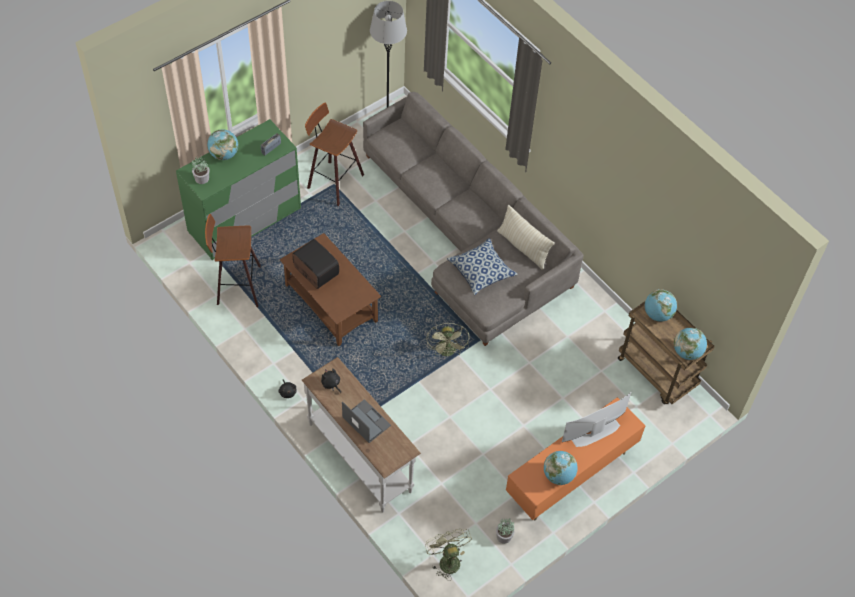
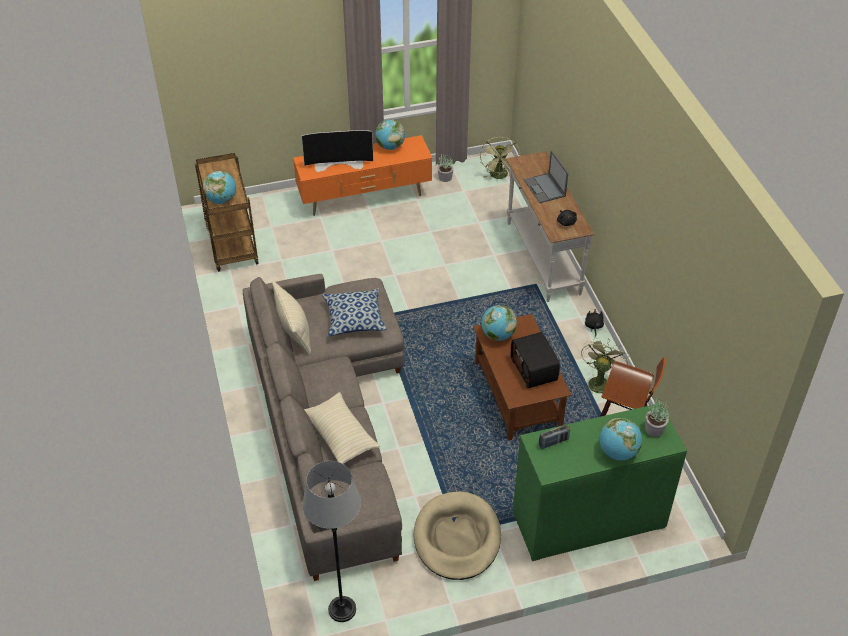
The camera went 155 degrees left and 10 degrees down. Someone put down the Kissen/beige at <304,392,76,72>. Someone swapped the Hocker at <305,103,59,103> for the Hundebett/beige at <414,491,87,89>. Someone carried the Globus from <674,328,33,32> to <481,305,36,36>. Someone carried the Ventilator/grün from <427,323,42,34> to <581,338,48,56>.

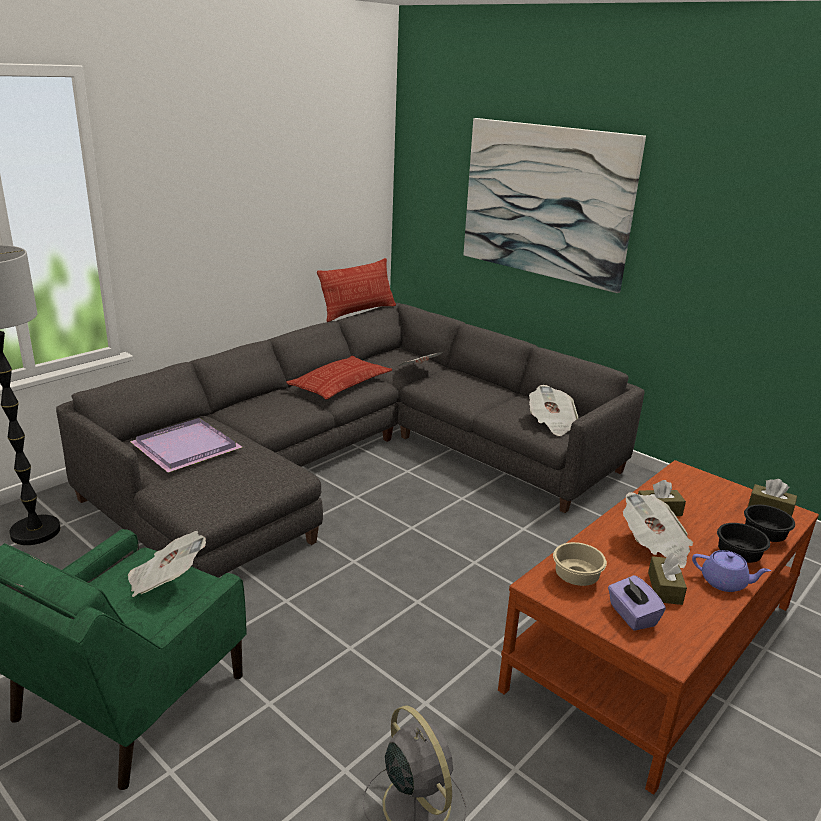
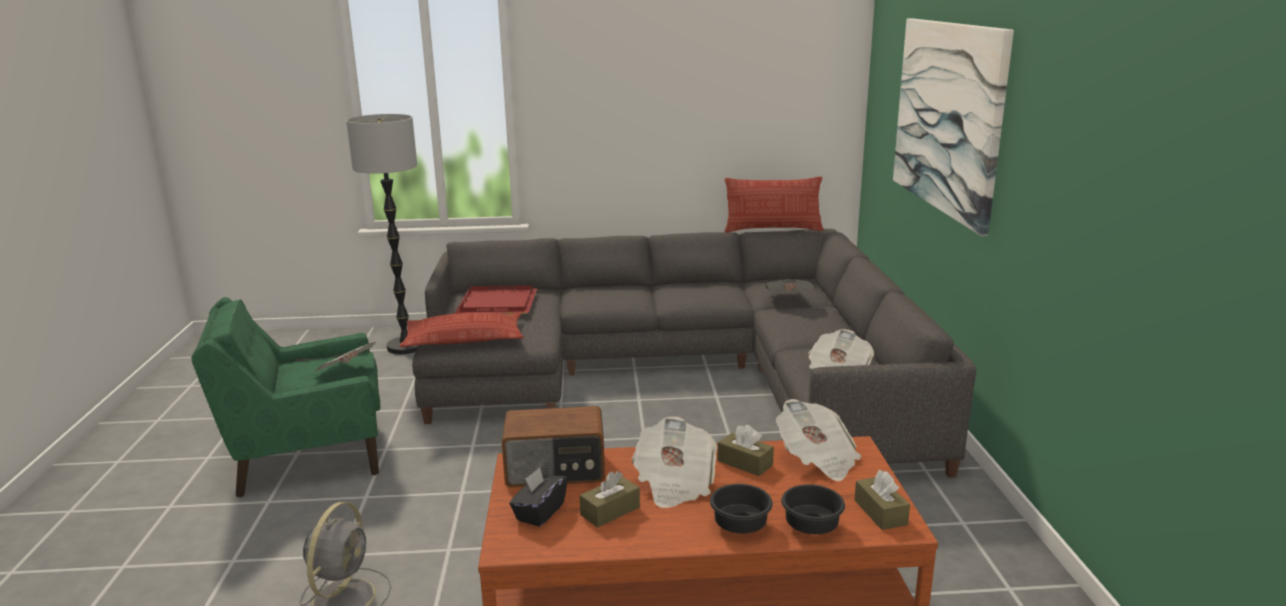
The camera went 45 degrees right and 5 degrees down. Someone carried the Kissen from <286,356,106,44> to <400,313,124,34>. Someone repainted the Tablett/lila at <130,418,112,55>, which became the Tablett/rot at <455,286,82,28>. Someone swapped the Schüssel/beige at <553,542,54,44> for the Radio at <502,406,103,81>. Someone repainted the Taschentuchbox/lila at <608,575,58,56>, which became the Taschentuchbox/schwarz at <509,467,58,60>. Someone put down the Zeitung at <776,399,85,82>. Someone took away the Teekanne/lila at <692,550,79,42>.

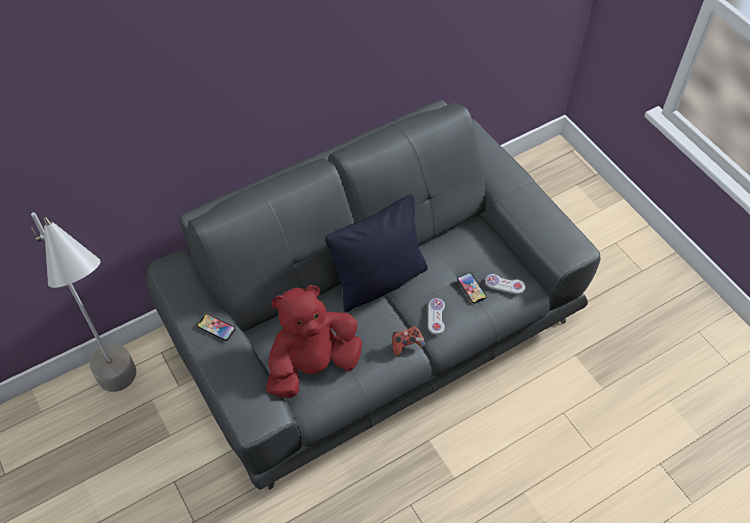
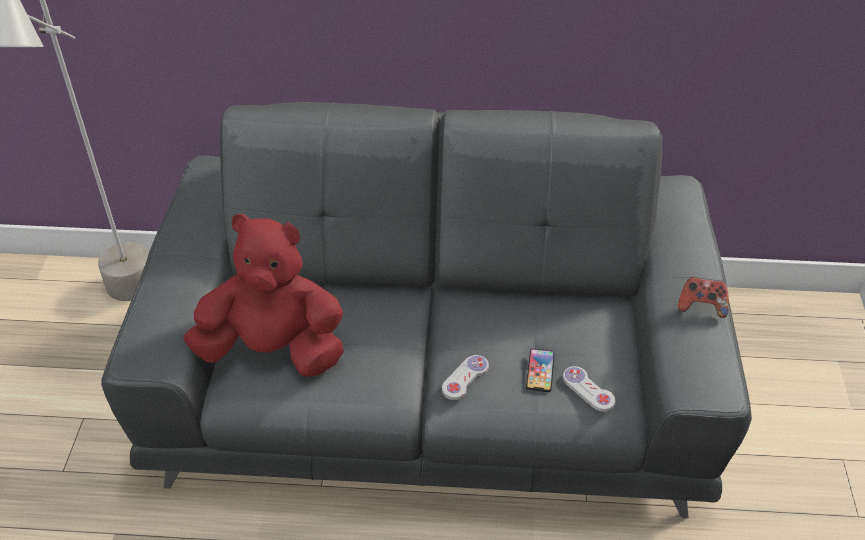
The camera went 35 degrees right and 10 degrees down. Someone carried the Gamepad from <392,326,33,30> to <678,277,51,41>. Someone took away the Handy at <197,314,39,27>. Someone took away the Kissen/schwarz at <325,195,103,117>.

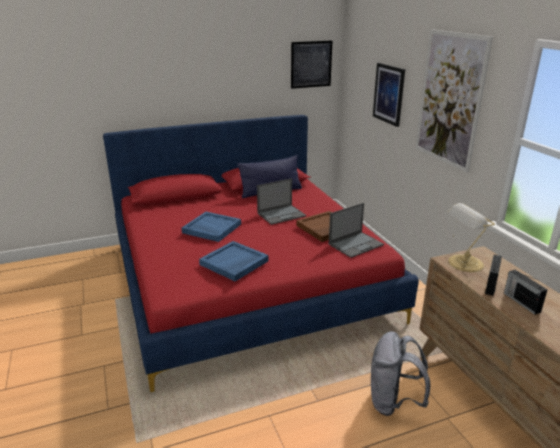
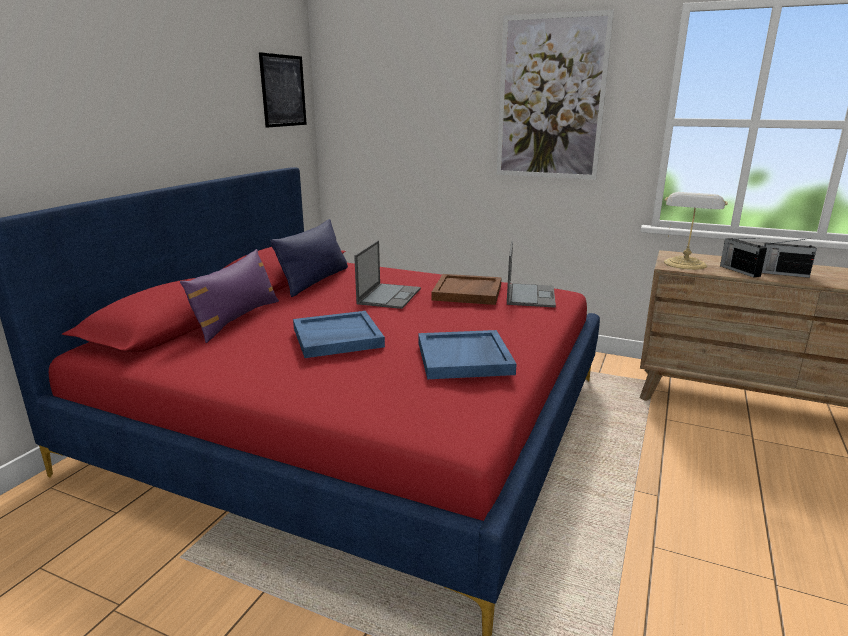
The camera went 45 degrees left and 5 degrees down. Someone put down the Kissen/lila at <180,249,99,94>. Someone took away the Rucksack/grau at <371,331,60,85>. Someone took away the Bild at <373,63,32,64>.

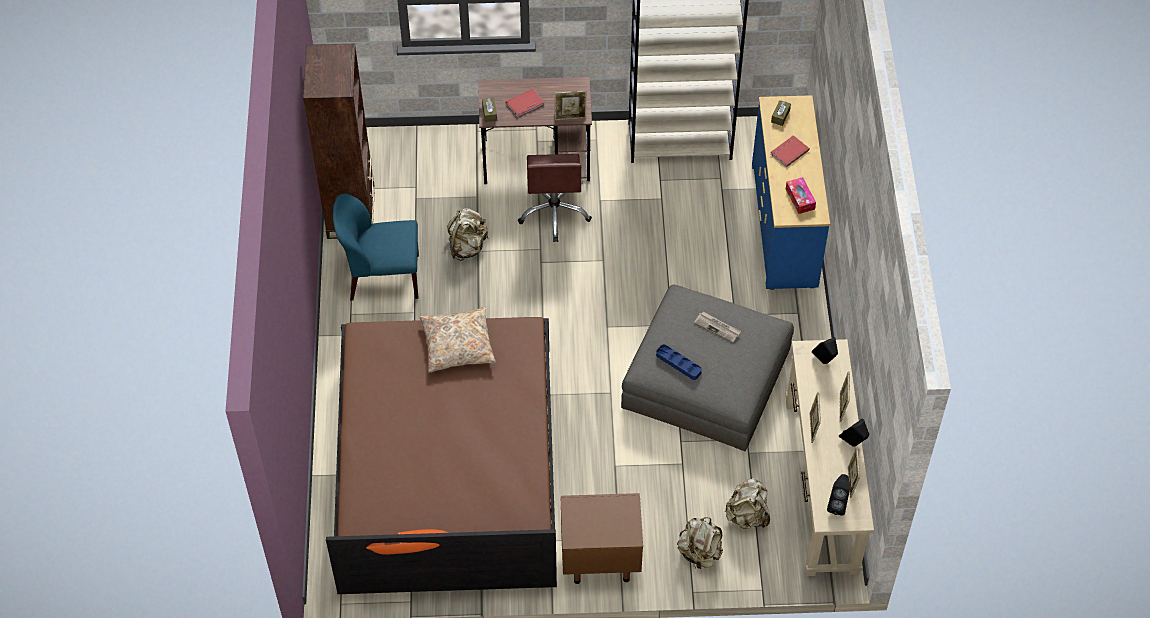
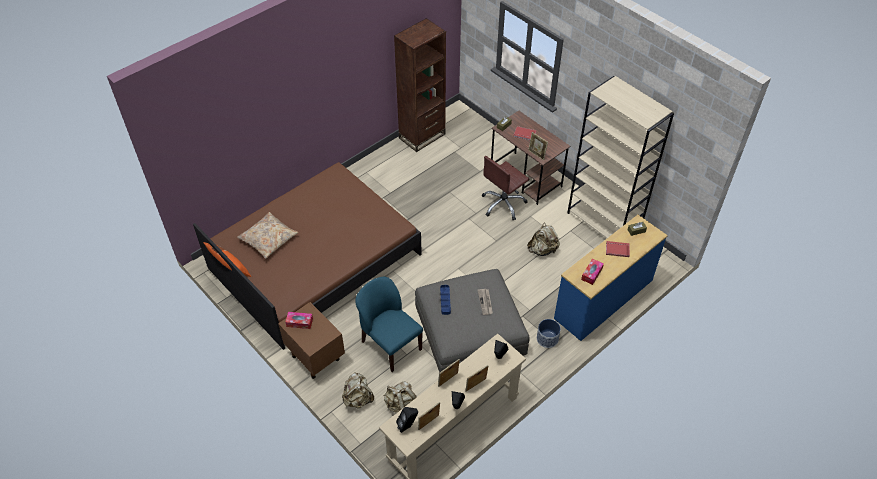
The camera went 50 degrees right and 5 degrees down. Someone carried the Kissen/beige from <419,306,77,67> to <237,212,62,47>. Someone put down the Taschentuchbox at <285,312,28,17>. Someone carried the Stuhl/blau from <333,193,86,107> to <355,277,68,95>. Someone carried the Rucksack/beige from <447,208,41,53> to <527,223,33,33>. Someone put down the Pflanzkübel at <537,319,24,29>.

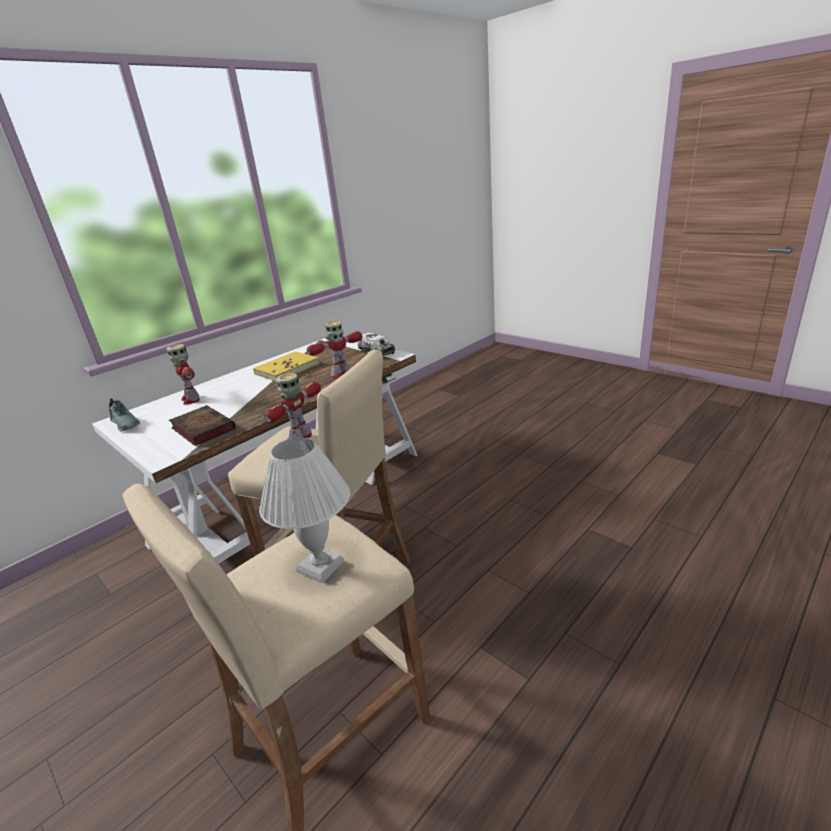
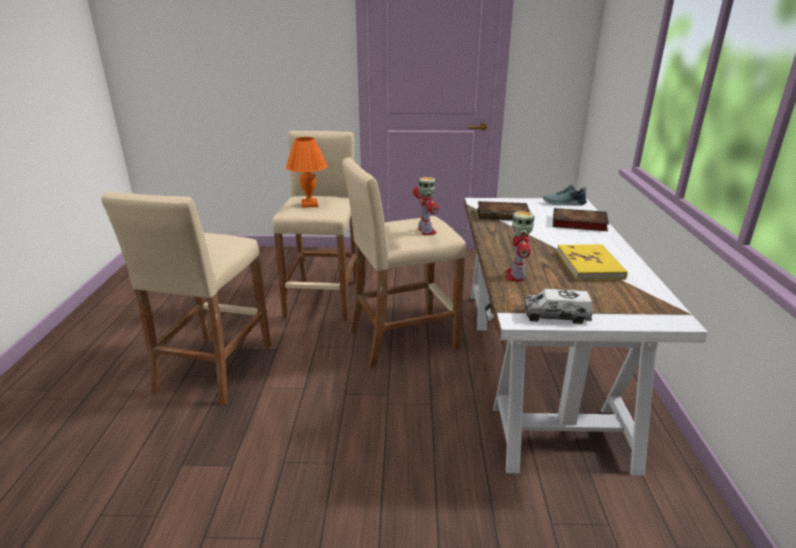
The camera went 135 degrees right and 0 degrees up. Someone put down the Hocker/beige at <101,191,170,215>. Someone repainted the Tischlampe/weiß at <259,437,91,146>, which became the Tischlampe/orange at <286,137,41,71>. Someone swapped the Spielzeugroboter at <166,344,34,61> for the Buch at <553,208,56,23>.

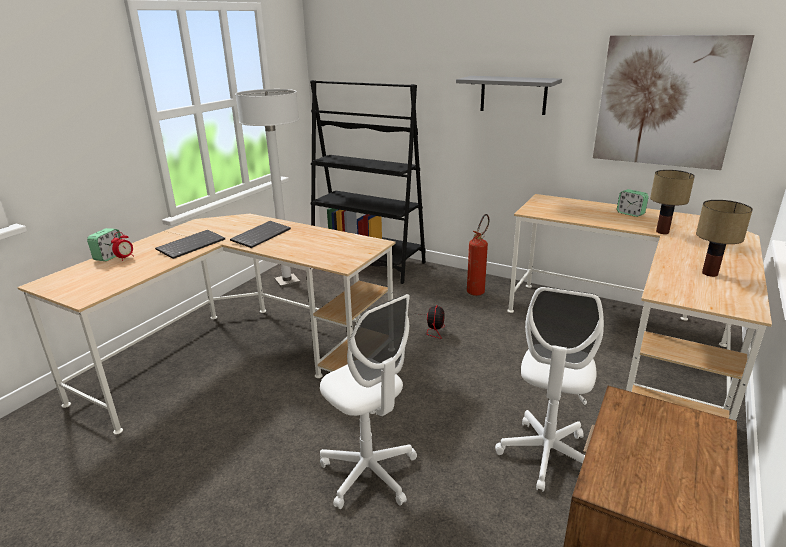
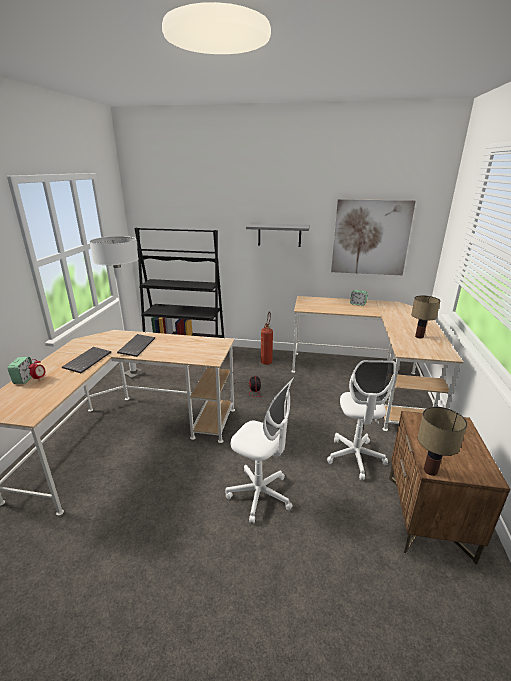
The camera went 20 degrees left and 0 degrees up. Someone carried the Tischlampe from <650,170,45,64> to <418,407,49,69>.

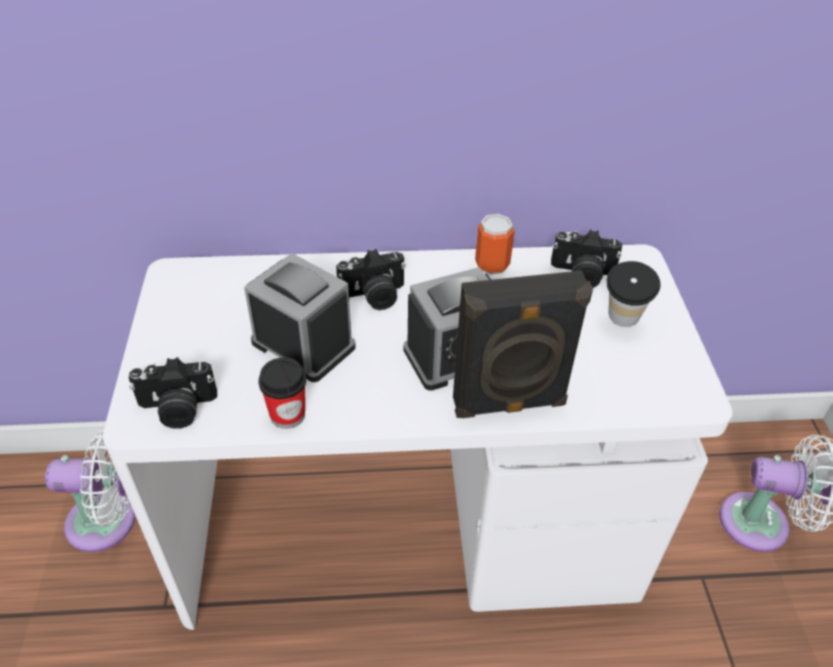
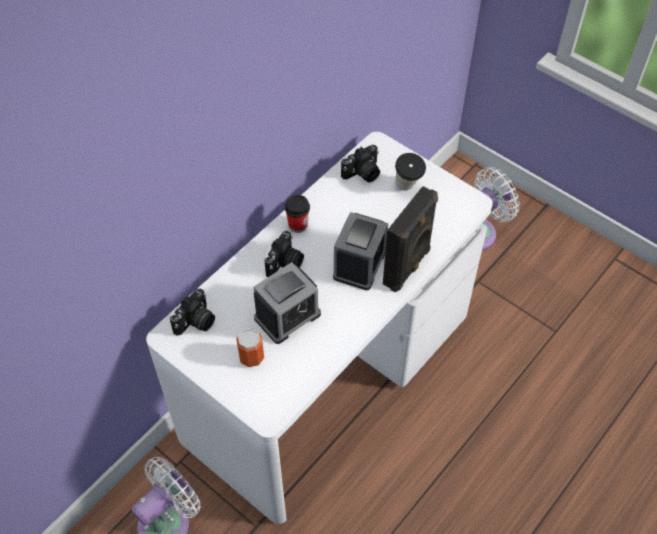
The camera went 45 degrees left and 10 degrees up. Someone carried the Kamera from <129,357,88,72> to <170,288,45,48>. Someone carried the Dose from <475,214,40,61> to <236,328,28,39>. Someone rotated the Wecker at <244,253,112,129> by 150 degrees clockwise. Someone carried the Tasse from <259,358,47,71> to <285,195,25,38>.

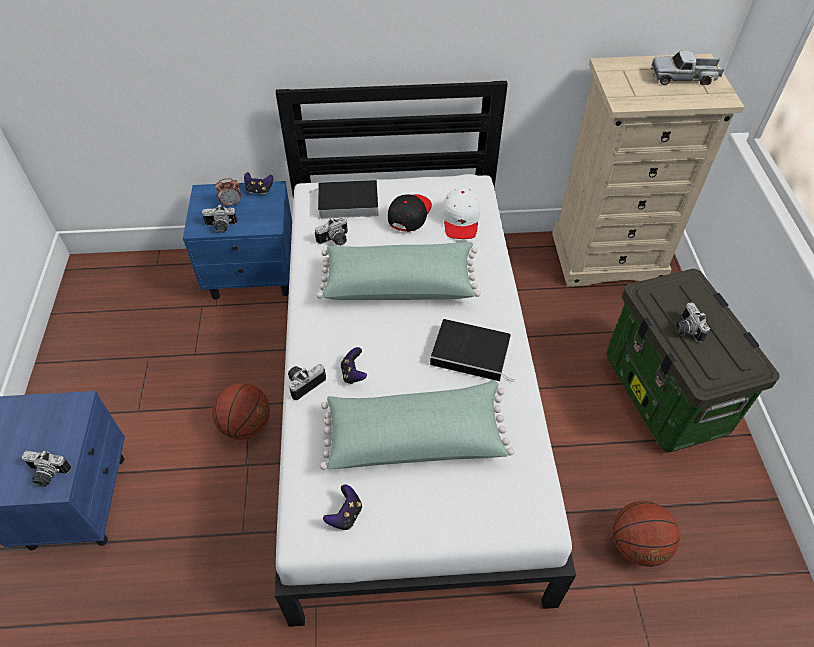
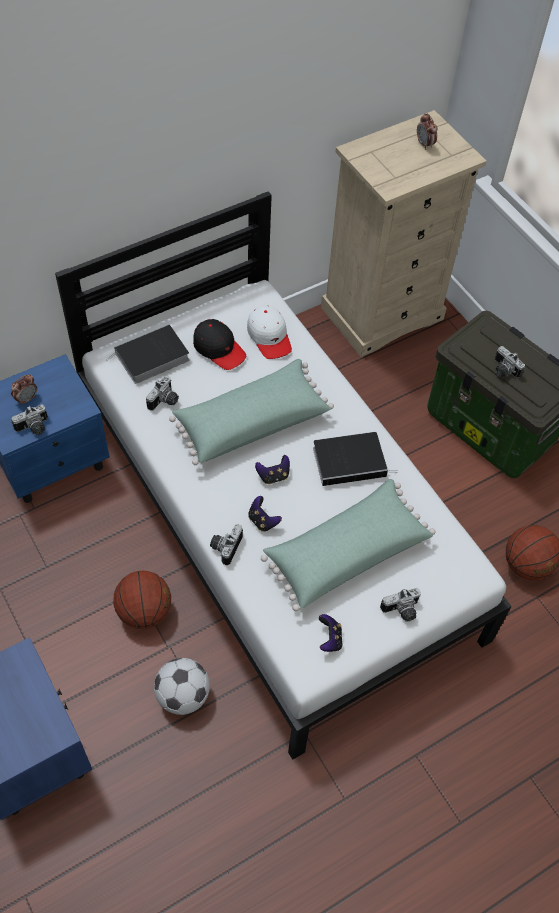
The camera went 30 degrees left and 5 degrees up. Someone put down the Fußball at <154,658,56,57>. Someone rotated the Kappe/schwarz at <388,194,44,38> by 135 degrees clockwise. Someone carried the Gamepad from <244,172,30,22> to <255,455,35,29>. Someone carried the Kamera from <22,451,49,36> to <380,588,41,34>. Someone swapped the Spielzeuglaster at <651,51,73,34> for the Wecker at <417,113,21,37>.

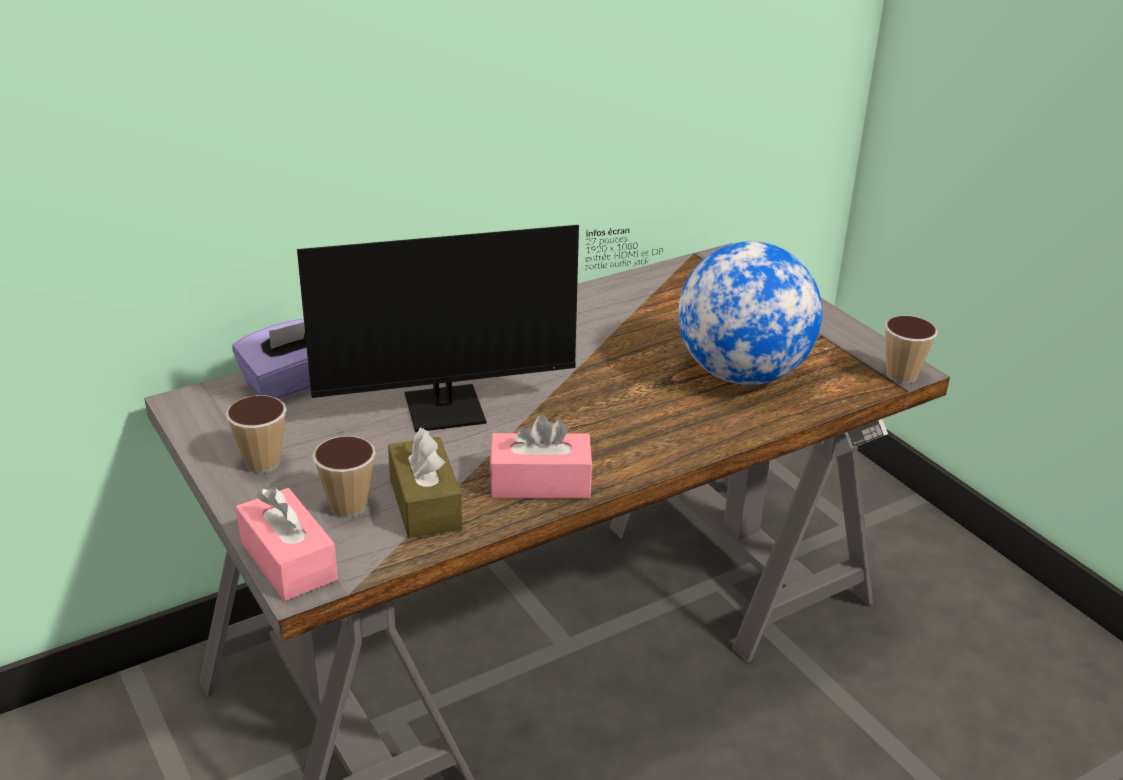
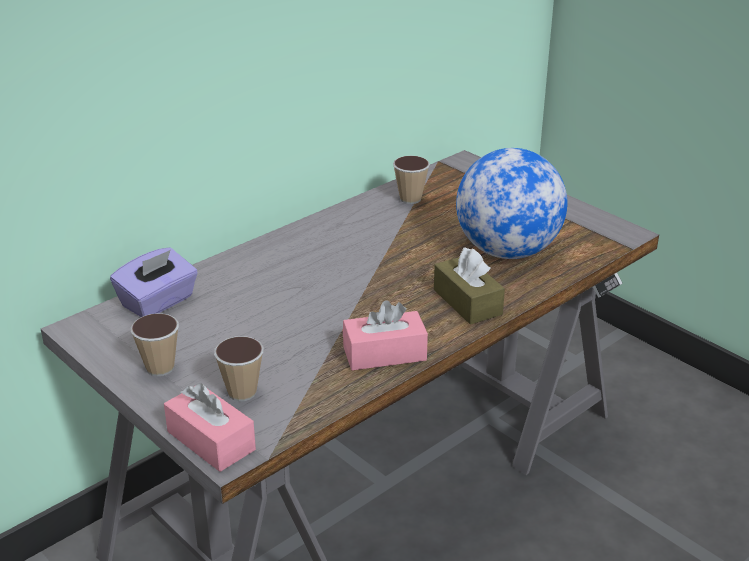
The camera went 10 degrees left and 0 degrees up. Someone carried the Tasse from <885,316,53,67> to <393,156,37,48>. Someone carried the Taschentuchbox/braun from <388,428,74,110> to <434,247,71,78>. Someone took away the Monitor at <297,225,366,207>.

